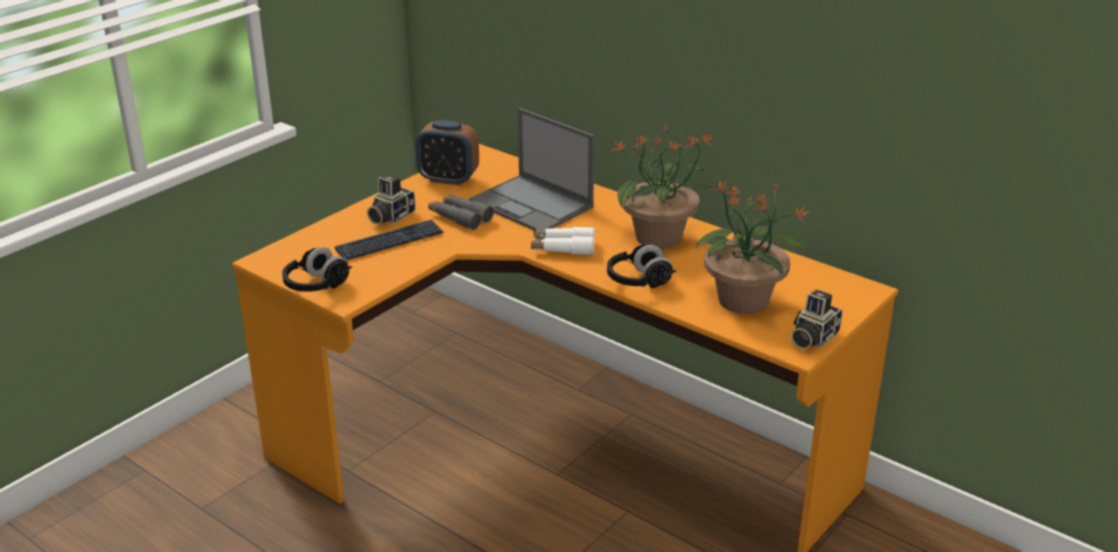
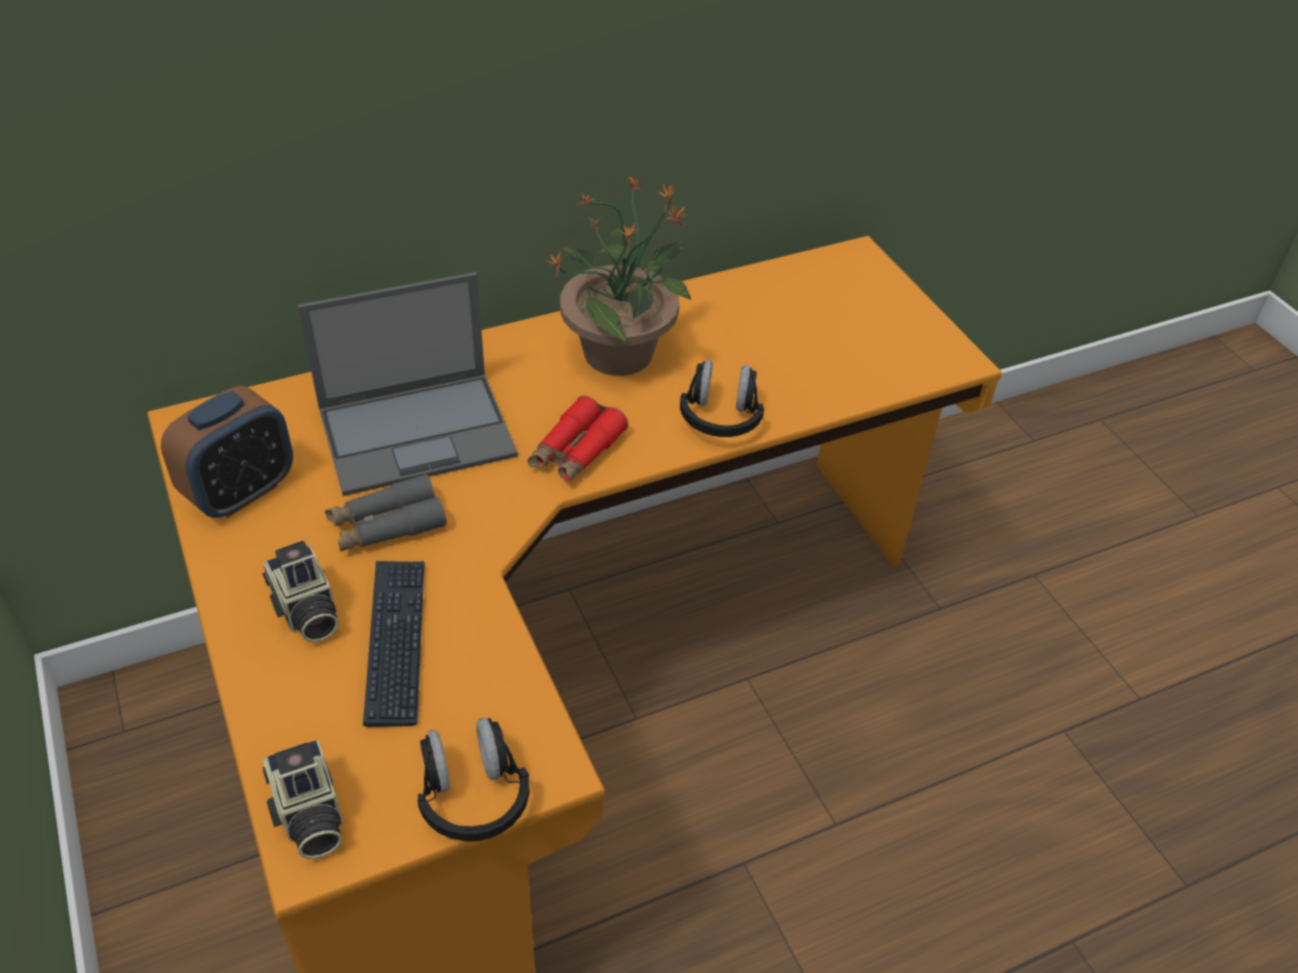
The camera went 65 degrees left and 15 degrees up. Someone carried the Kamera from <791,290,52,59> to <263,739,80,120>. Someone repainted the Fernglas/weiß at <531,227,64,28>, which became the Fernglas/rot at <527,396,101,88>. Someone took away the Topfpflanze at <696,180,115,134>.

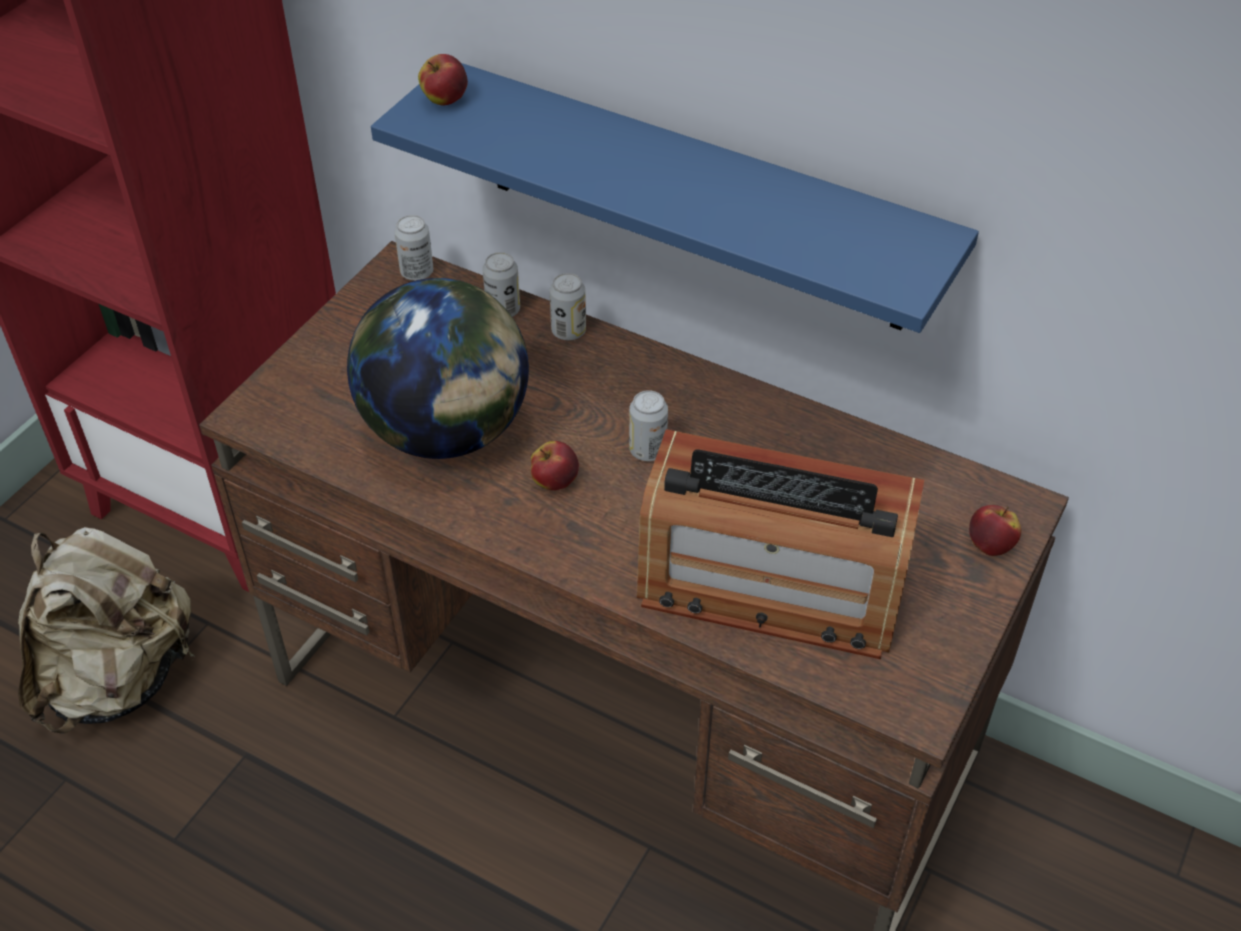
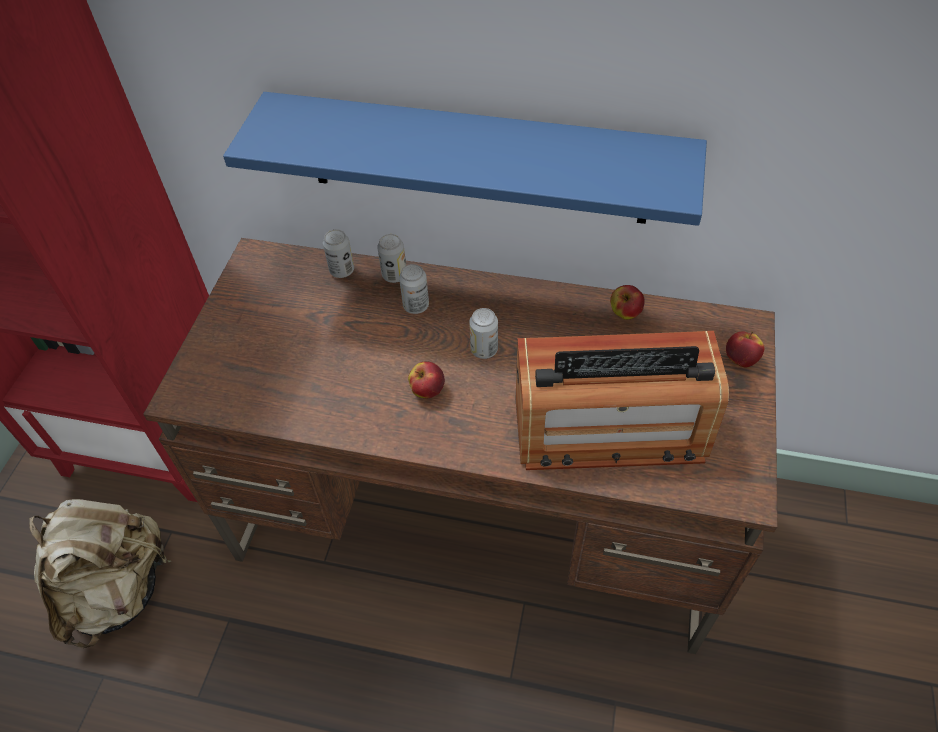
The camera went 15 degrees left and 5 degrees up. Someone carried the Dose from <394,215,39,66> to <399,264,30,50>. Someone carried the Apfel from <418,54,50,51> to <610,285,35,35>. Someone took away the Globus at <347,278,182,181>.

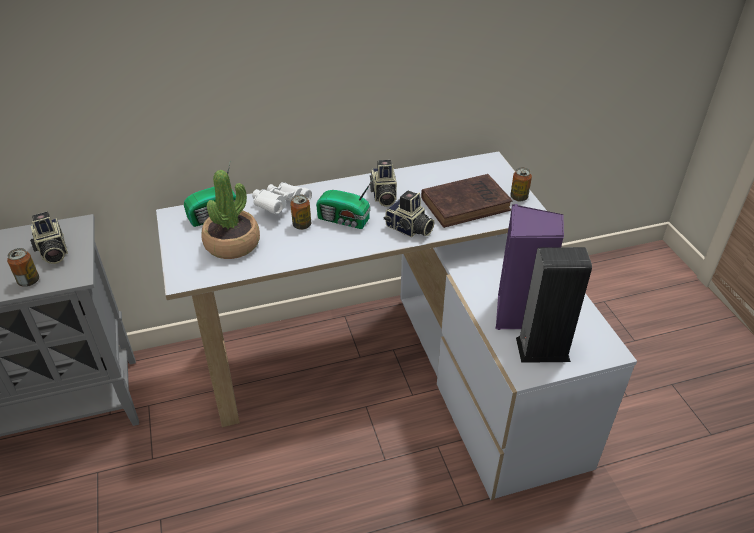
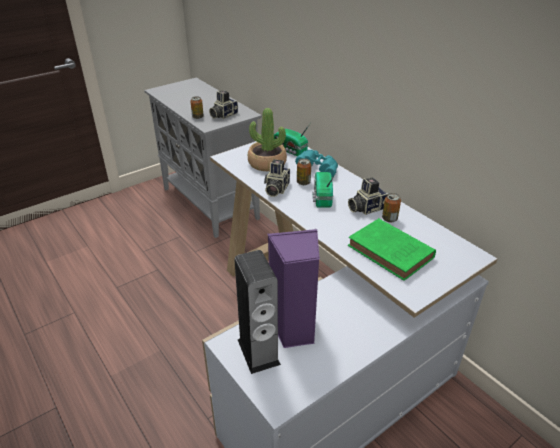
The camera went 70 degrees right and 5 degrees down. Someone carried the Kamera from <384,190,50,47> to <264,159,26,38>. Someone repainted the Fernglas/weiß at <252,182,60,32>, which became the Fernglas/türkis at <295,150,43,27>. Someone repainted the Buch/braun at <421,174,91,54>, which became the Buch/grün at <348,218,88,63>. Someone carried the Dose from <510,168,22,33> to <382,193,19,30>.

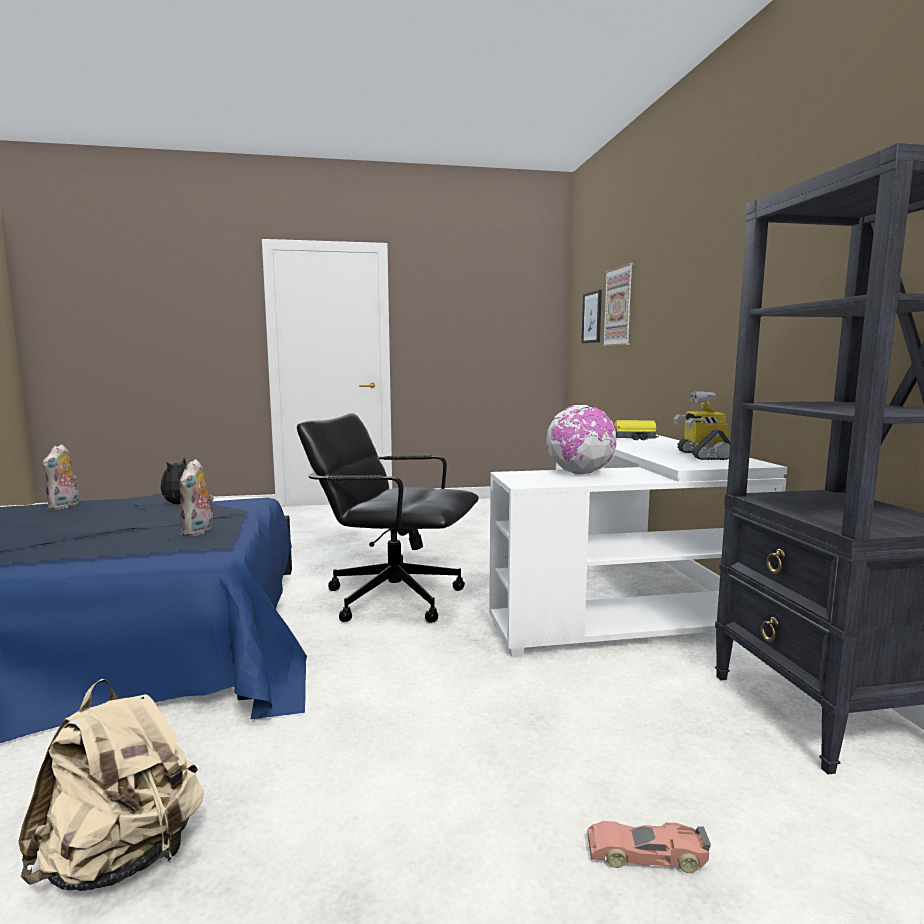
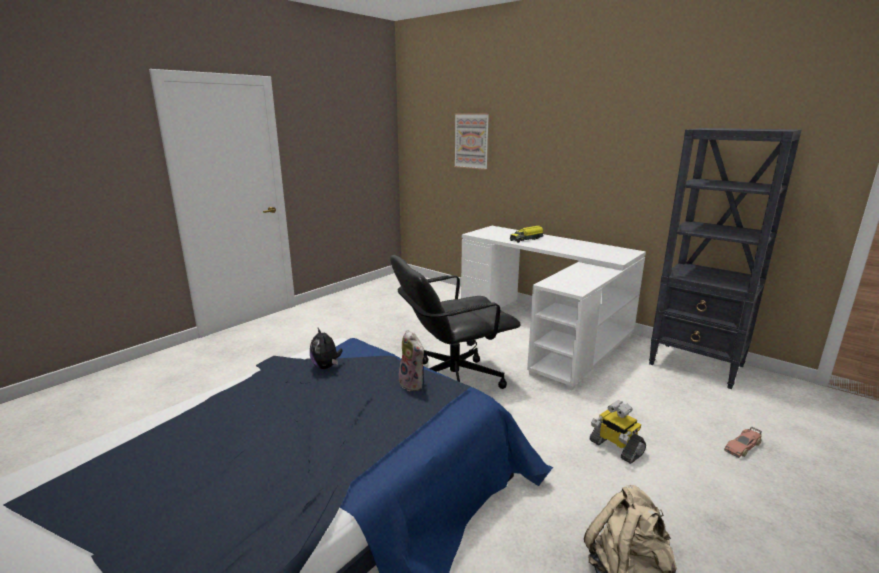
The camera went 40 degrees left and 10 degrees up. Someone carried the Spielzeugroboter from <673,391,57,69> to <590,401,56,63>. Someone took away the Plüschtier at <43,444,37,66>. Someone took away the Globus at <546,405,71,69>. Someone took away the Bild at <581,290,21,54>.

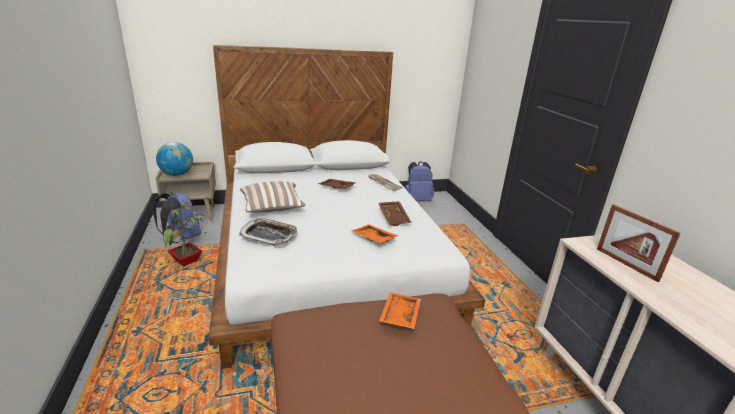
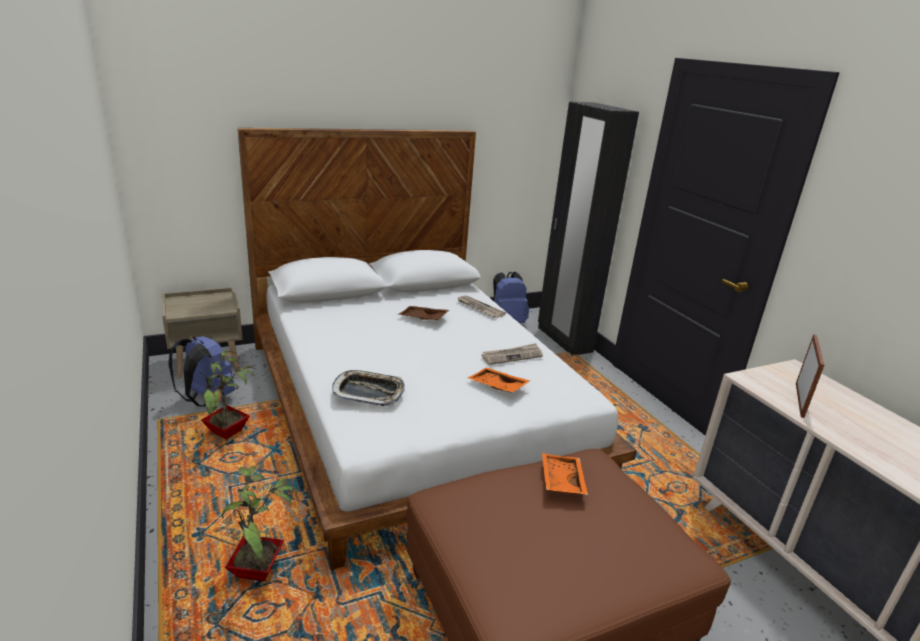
The camera went 10 degrees left and 0 degrees up. Someone put down the Topfpflanze at <222,466,75,115>. Someone swapped the Tablett/braun at <378,201,34,25> for the Zeitung at <481,343,62,22>. Someone put down the Kleiderschrank/schwarz at <538,102,101,253>. Someone rotated the Bilderrahmen at <597,204,84,78> by 120 degrees counterclockwise. Someone took away the Globus at <156,142,37,34>. Someone took away the Kissen at <240,181,66,31>.

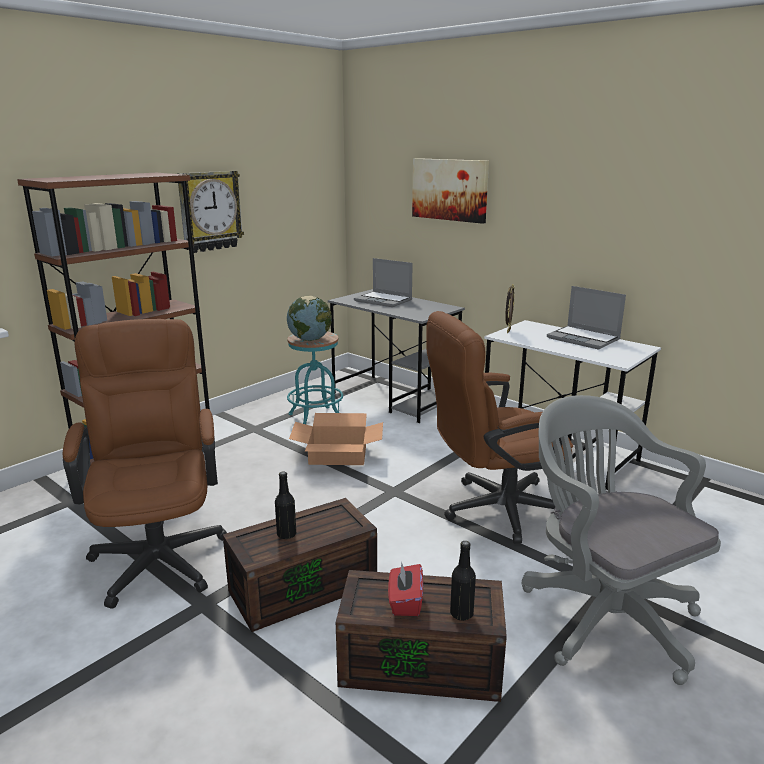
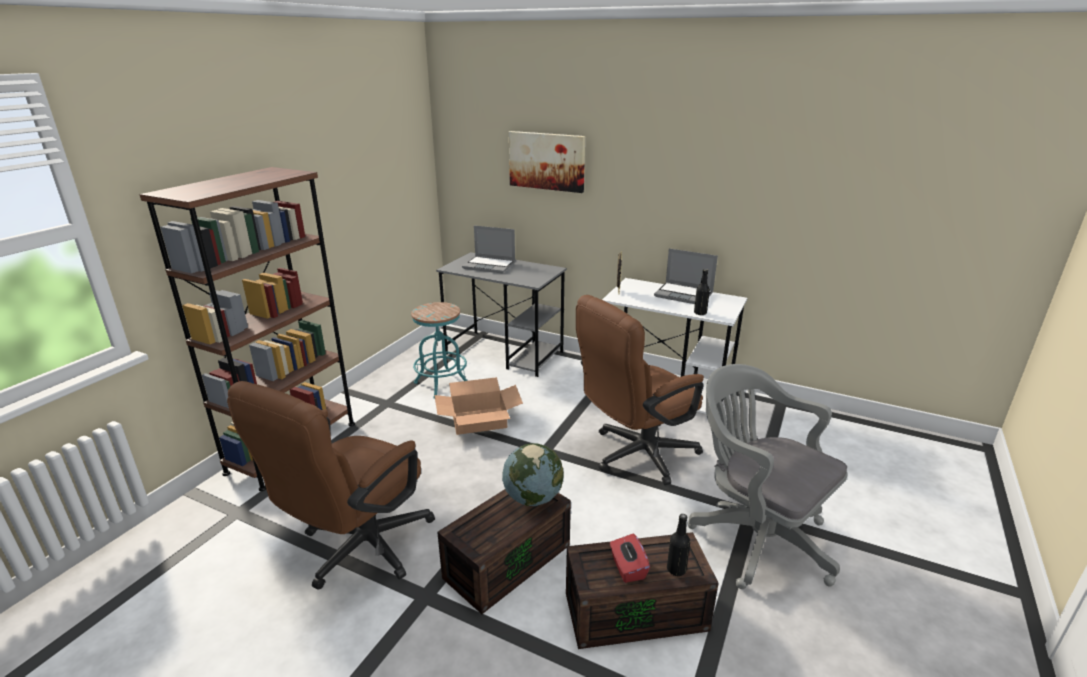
The camera went 15 degrees left and 5 degrees up. Someone rotated the Bürostuhl/braun at <63,319,164,290> by 120 degrees counterclockwise. Someone carried the Globus from <287,296,45,45> to <502,443,62,63>. Someone carried the Flasche/schwarz from <275,471,21,68> to <694,269,16,46>. Someone took away the Wanduhr at <177,171,67,82>.

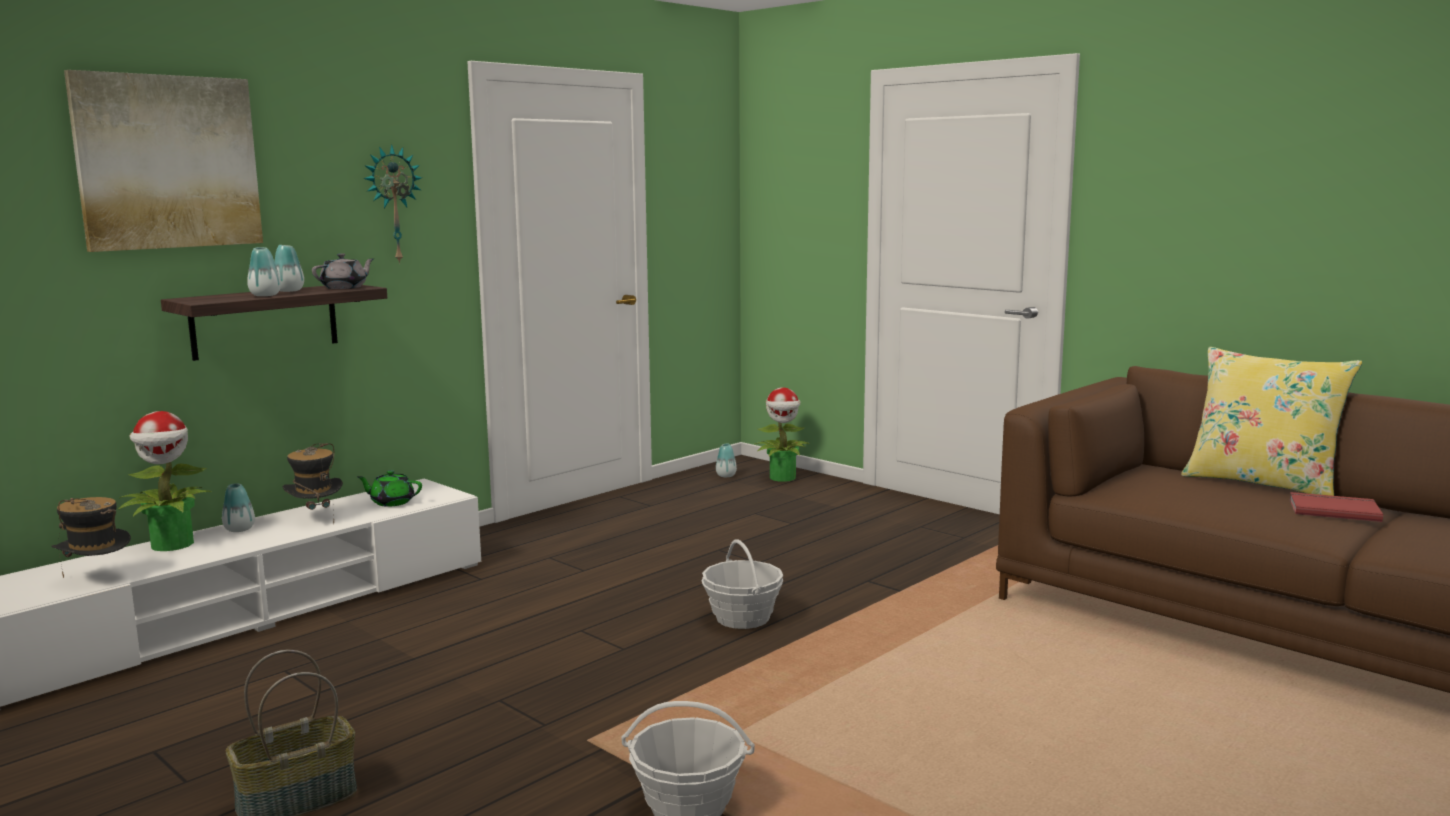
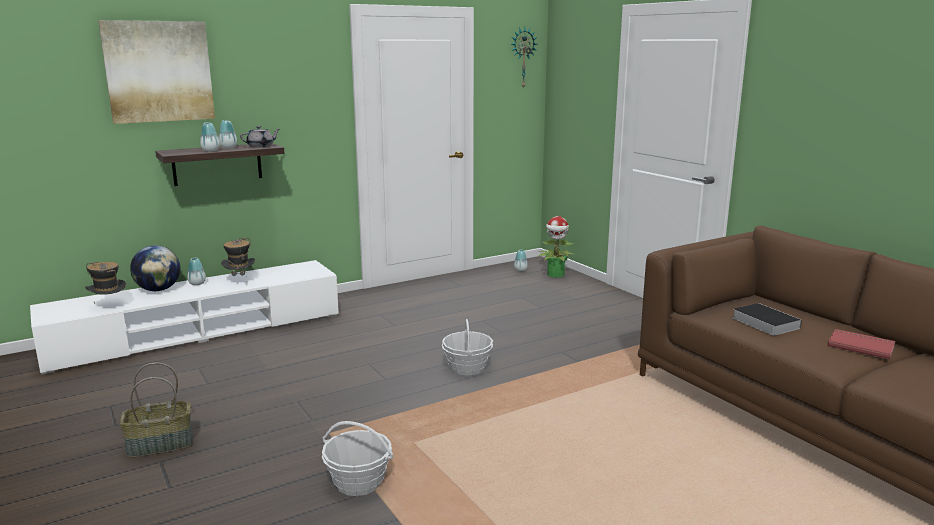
The camera went 15 degrees right and 5 degrees up. Someone swapped the Topfpflanze at <118,411,93,140> for the Globus at <130,245,50,46>. Someone carried the Wanduhr from <363,144,59,120> to <512,27,25,62>. Someone put down the Buch at <732,303,70,33>. Someone took away the Teekanne/grün at <357,470,65,37>. Someone took away the Kissen/gelb at <1181,347,181,149>.

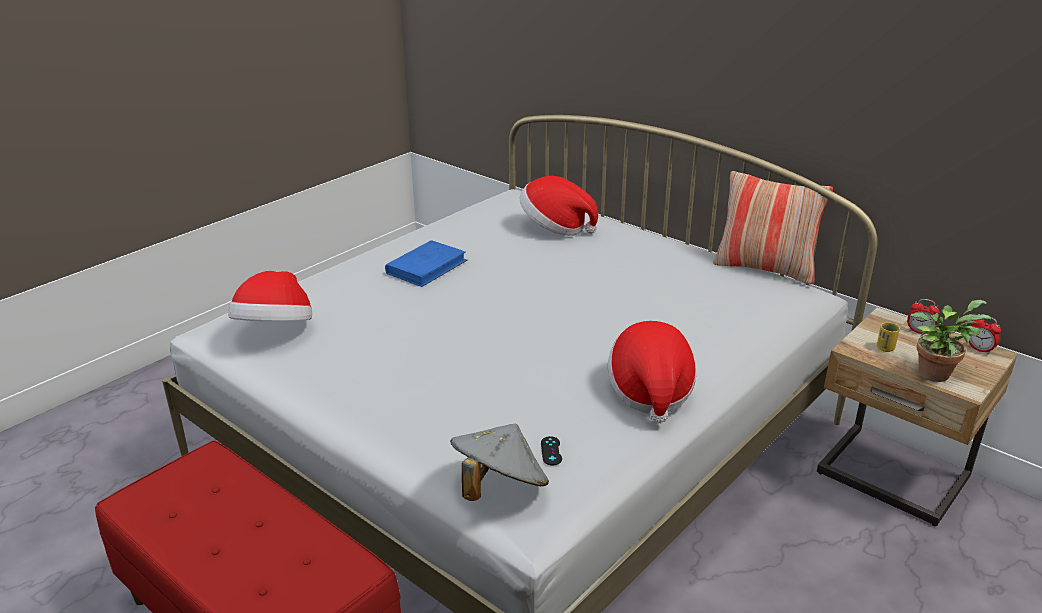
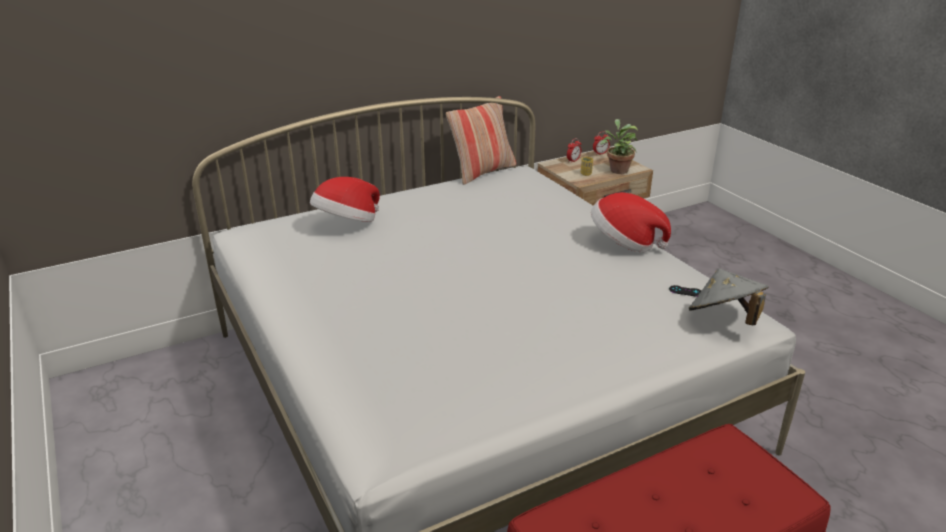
The camera went 70 degrees left and 0 degrees up. Someone took away the Hut at <228,271,84,50>. Someone took away the Buch/blau at <385,240,82,47>.

